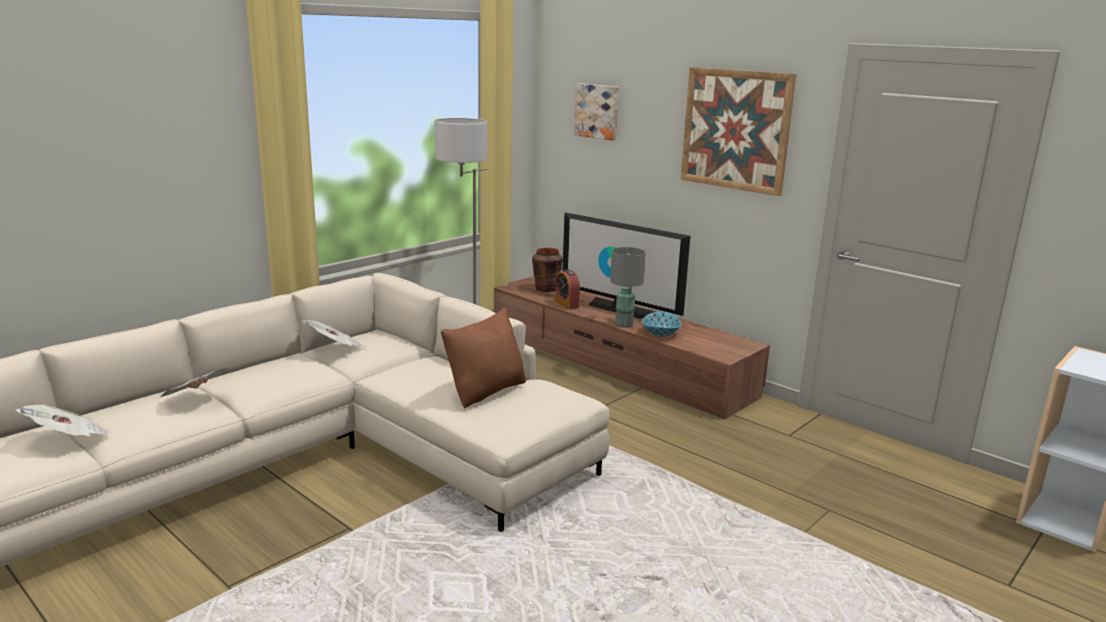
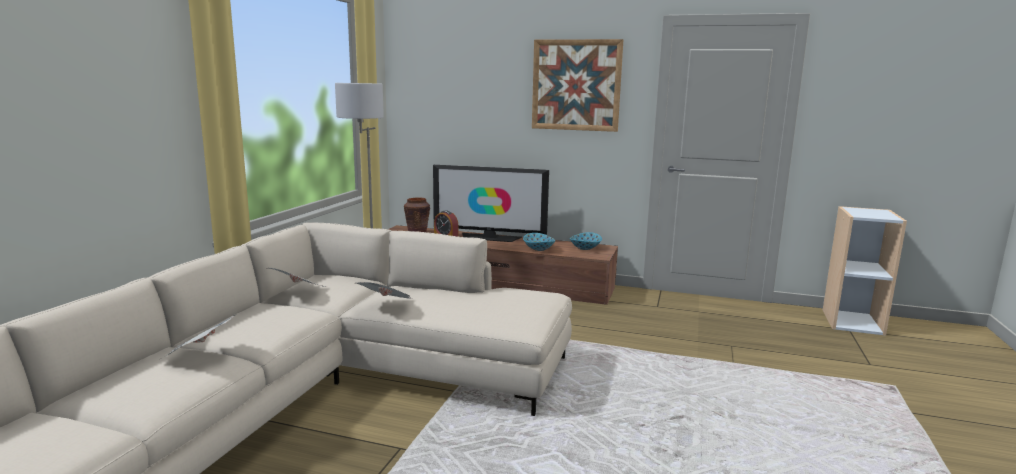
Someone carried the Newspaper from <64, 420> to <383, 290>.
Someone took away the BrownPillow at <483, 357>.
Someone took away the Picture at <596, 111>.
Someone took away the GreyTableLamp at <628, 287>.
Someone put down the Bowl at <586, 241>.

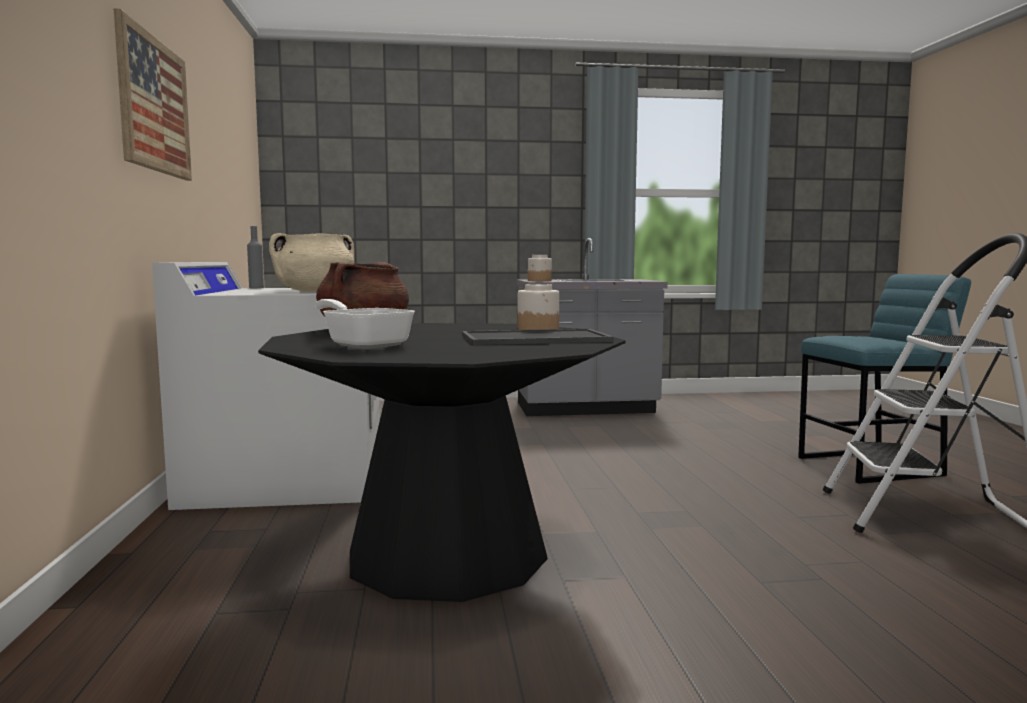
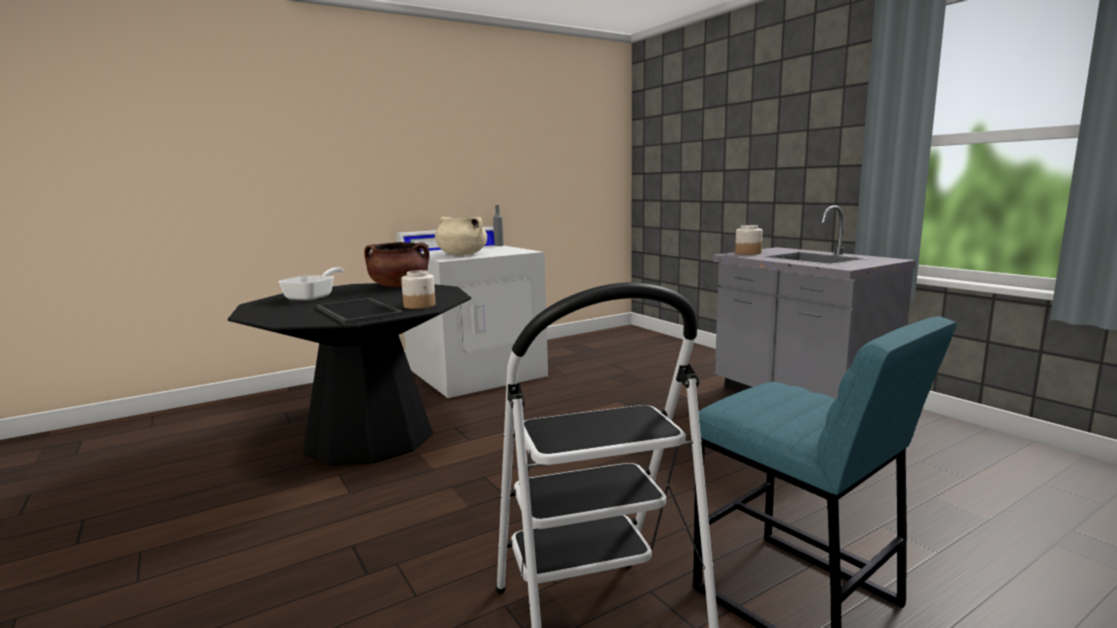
Someone took away the Picture at <153, 94>.

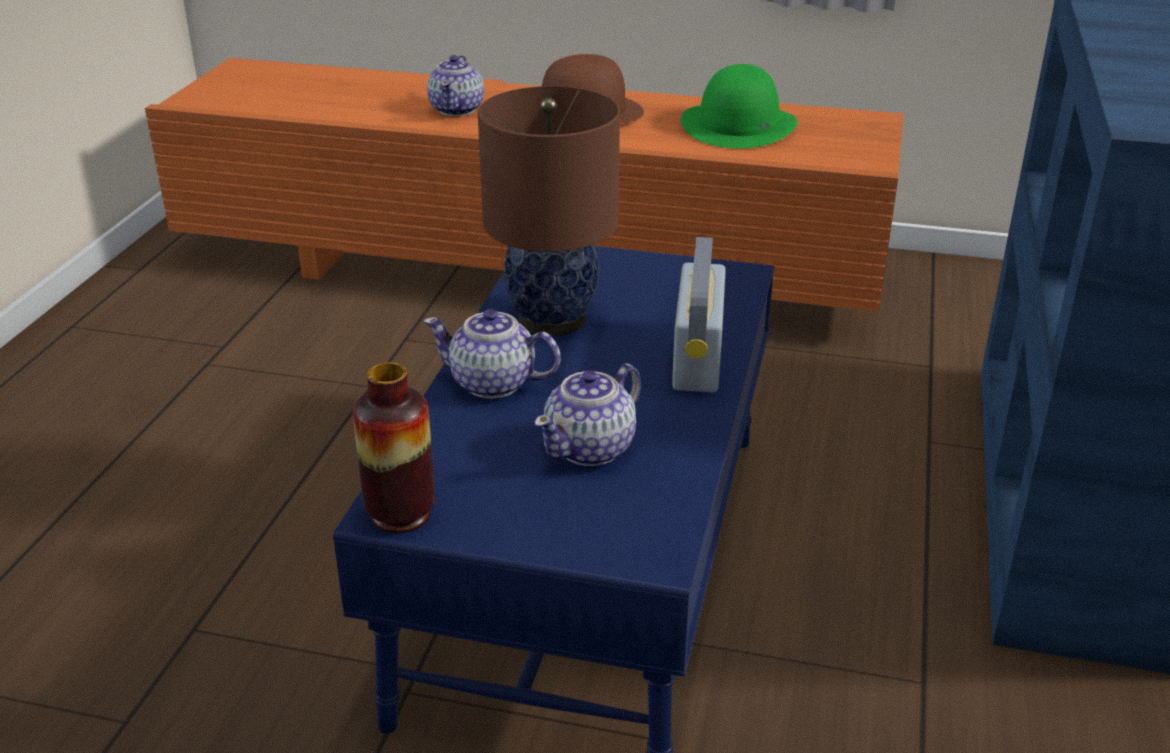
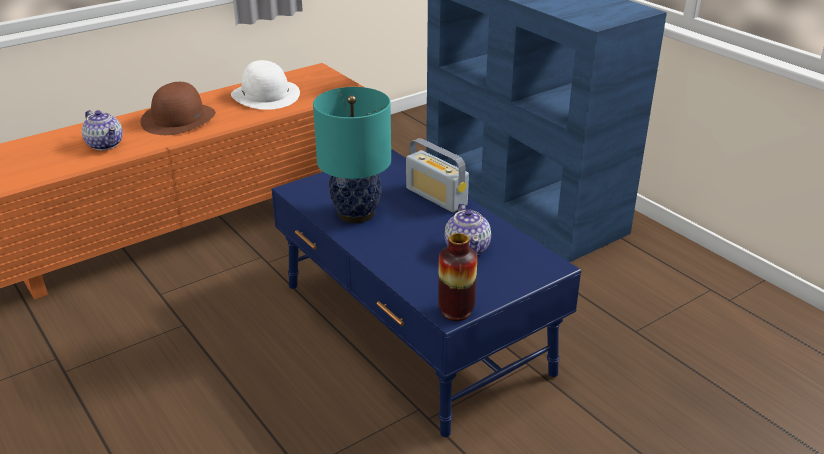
Someone took away the Teapot at <492, 354>.
Someone repainted the BrownTableLamp at <549, 211>, which became the TurquoiseTableLamp at <352, 155>.
Someone repainted the GreenHat at <739, 106>, which became the WhiteHat at <265, 85>.

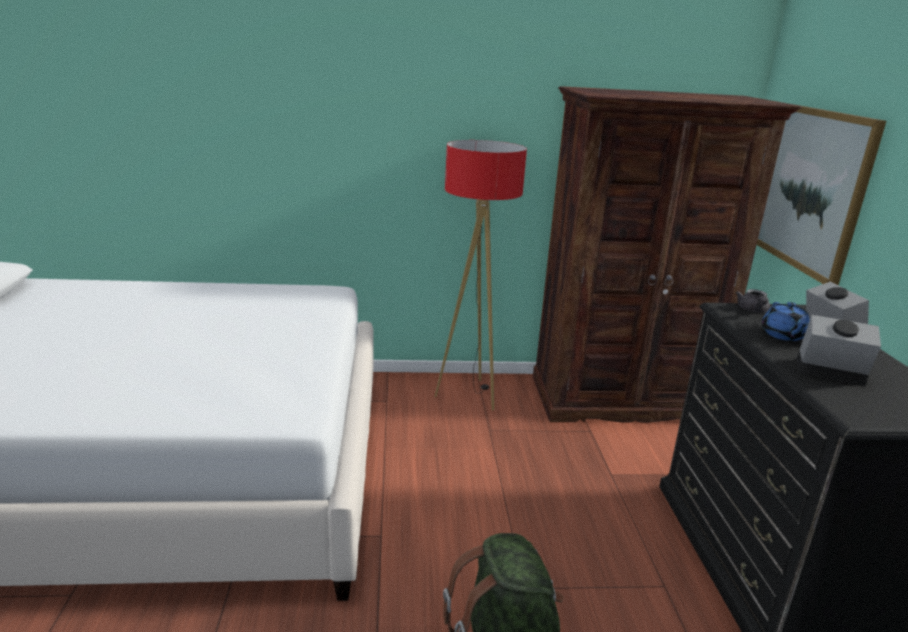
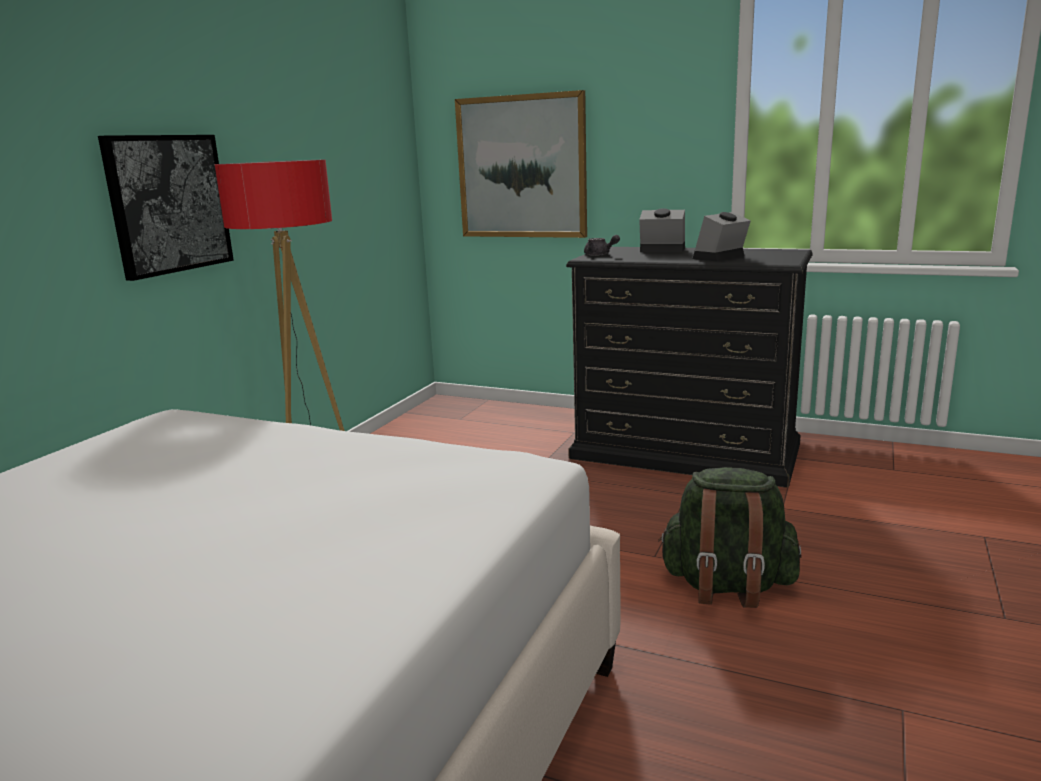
Someone took away the BrownWardrobe at <667, 254>.
Someone took away the BlueTeapot at <786, 321>.
Someone put up the Picture at <166, 208>.

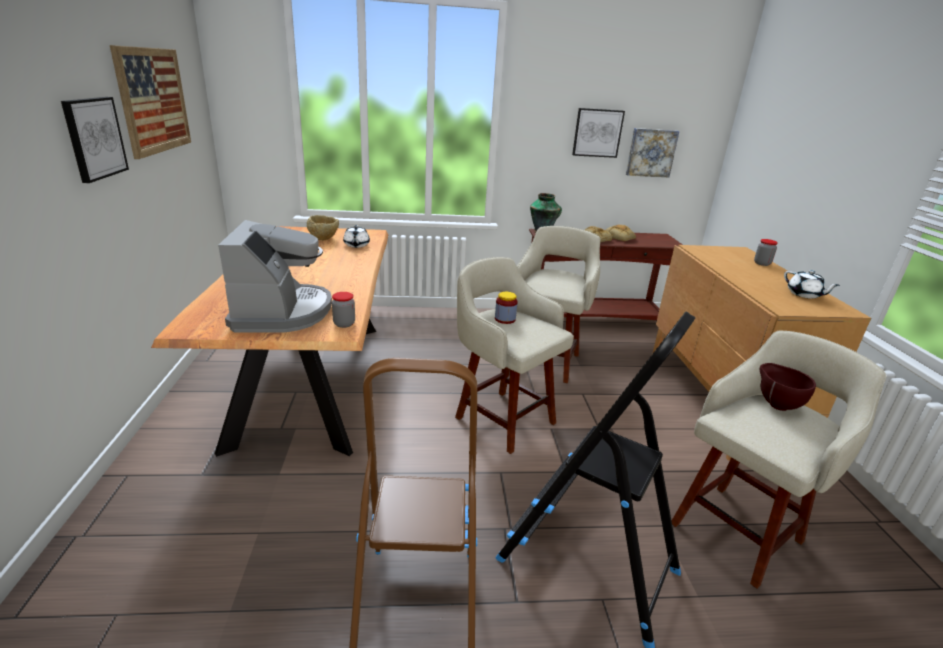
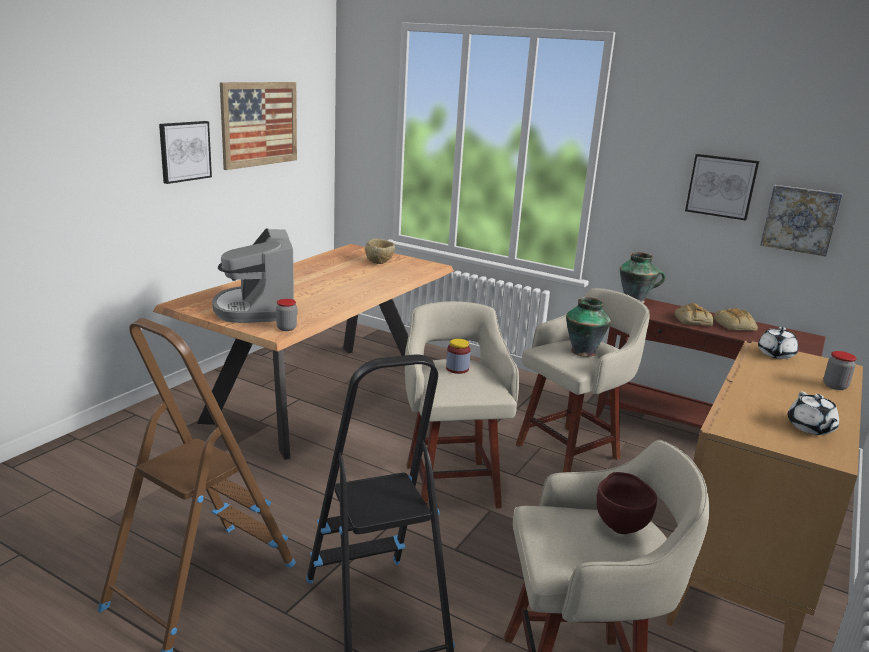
Someone rotated the CoffeeMachine at <275, 276> by 135 degrees clockwise.
Someone carried the WhiteTeapot from <356, 236> to <778, 343>.
Someone put down the Vase at <588, 327>.

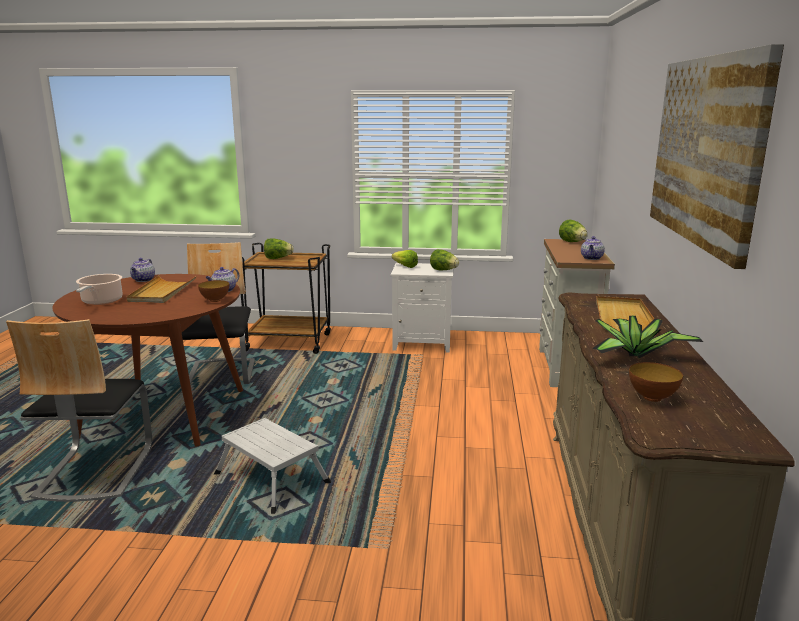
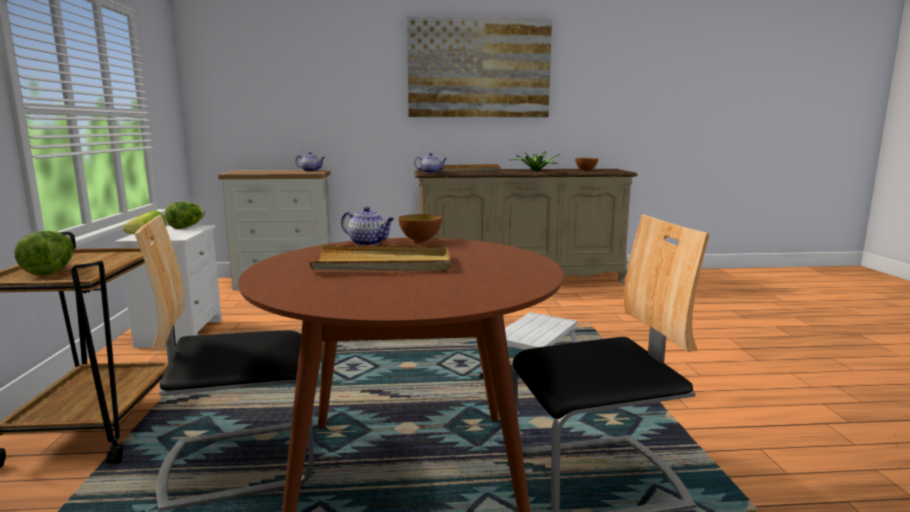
Someone took away the CookingPot at <99, 289>.
Someone carried the Teapot from <142, 270> to <430, 163>.
Someone took away the Lettuce at <573, 231>.

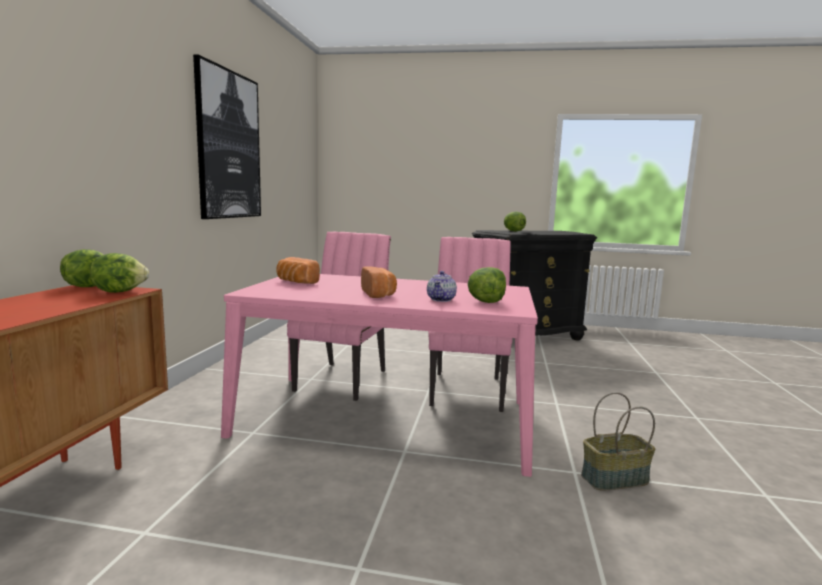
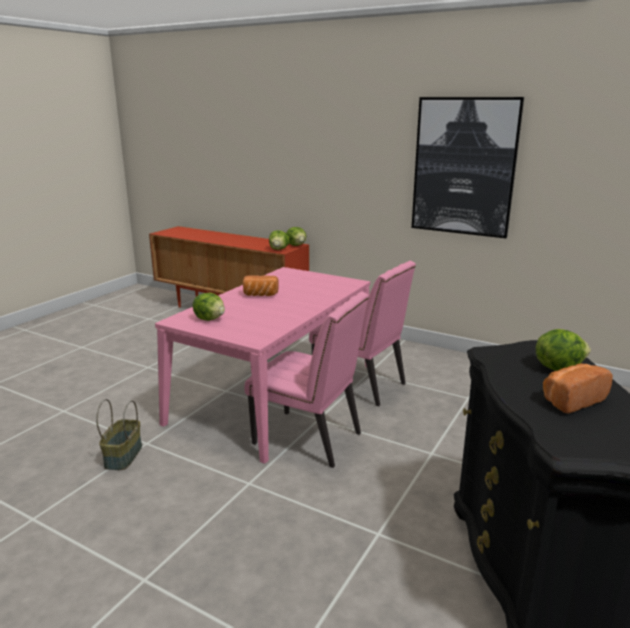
Someone carried the Bread from <298, 270> to <578, 389>.
Someone took away the Teapot at <442, 286>.

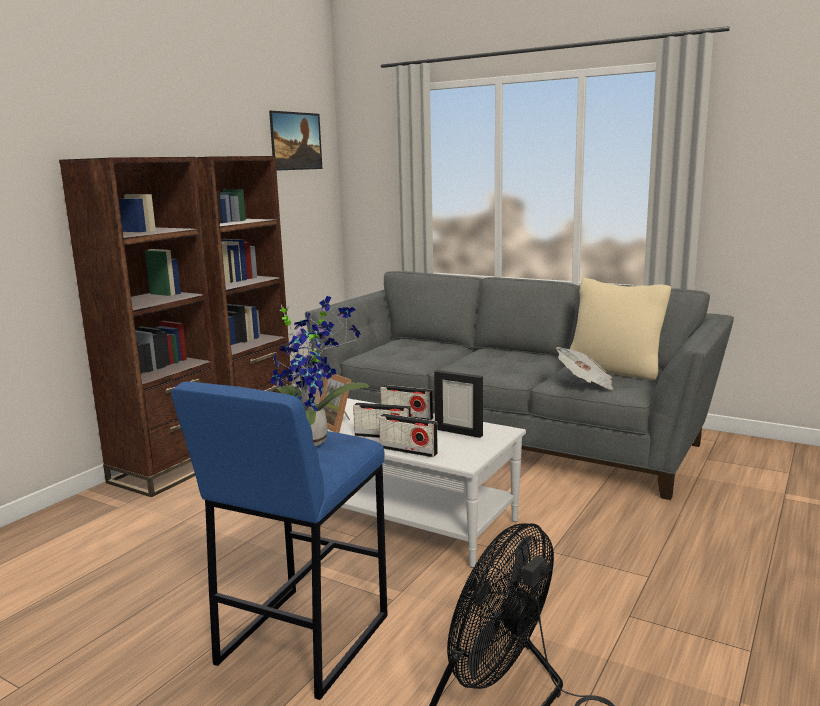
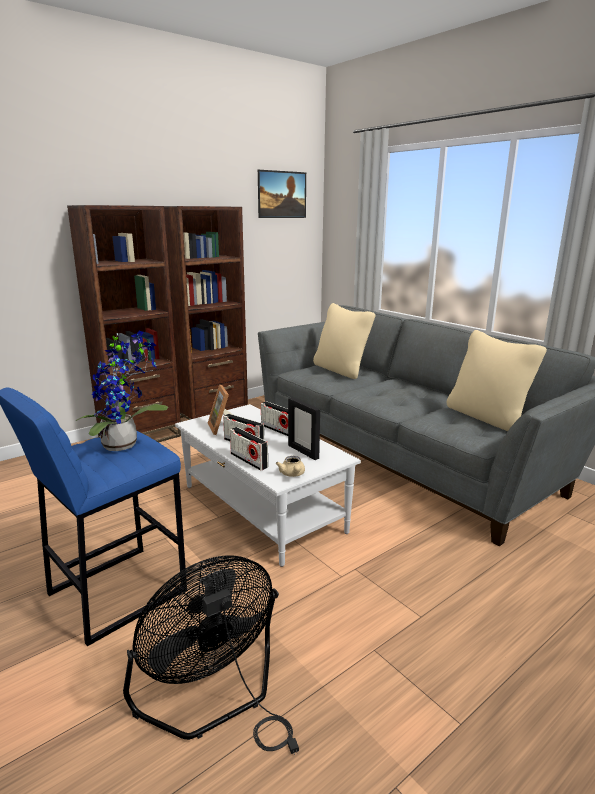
Someone took away the Newspaper at <584, 368>.
Someone put down the BeigeTeapot at <290, 466>.
Someone put down the BeigePillow at <344, 341>.

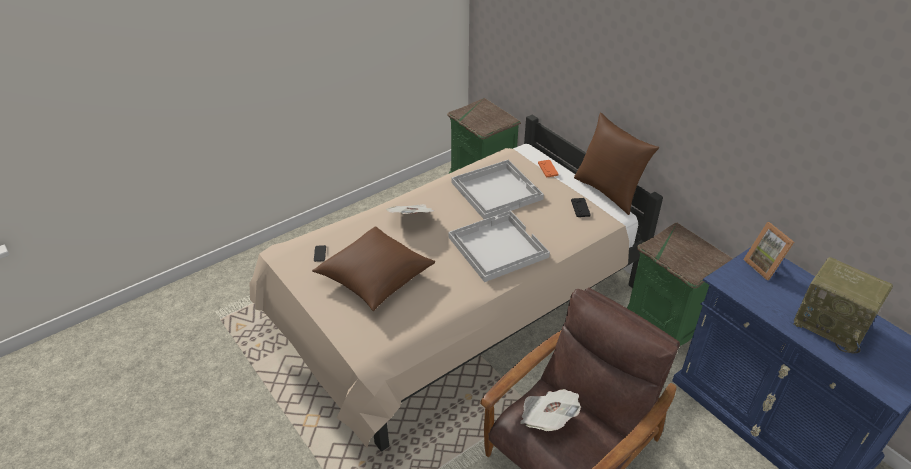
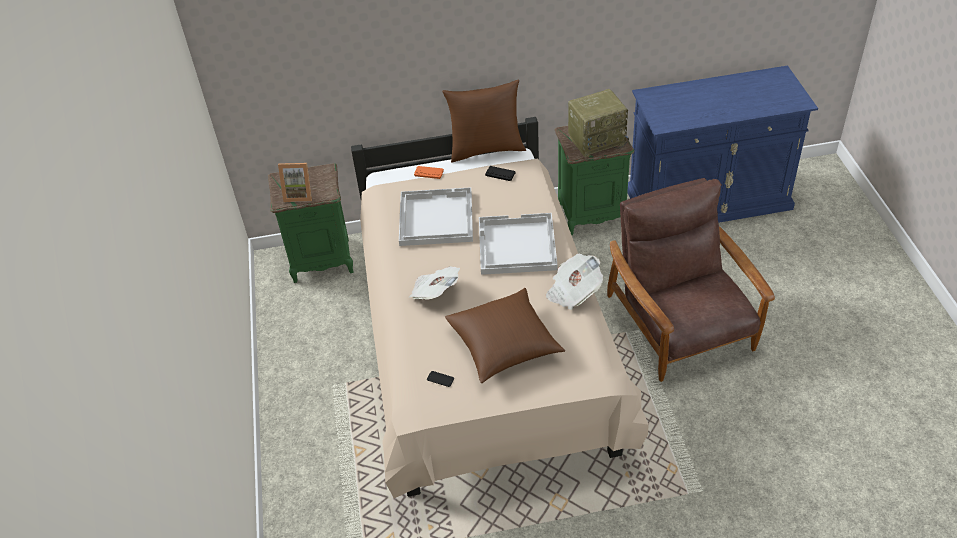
Someone carried the Newspaper from <550, 410> to <574, 281>.
Someone carried the PictureFrame from <768, 251> to <295, 182>.
Someone carried the Radio from <843, 305> to <598, 123>.

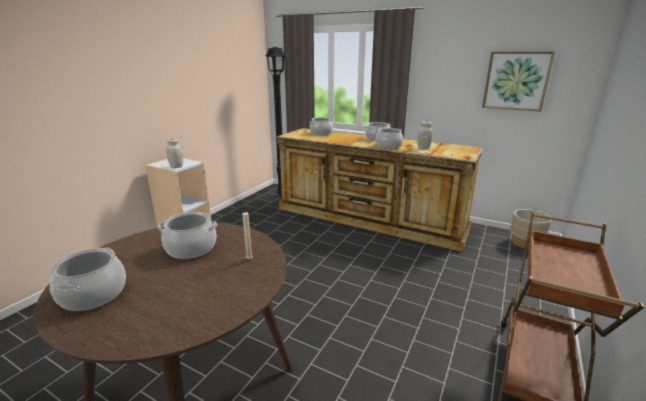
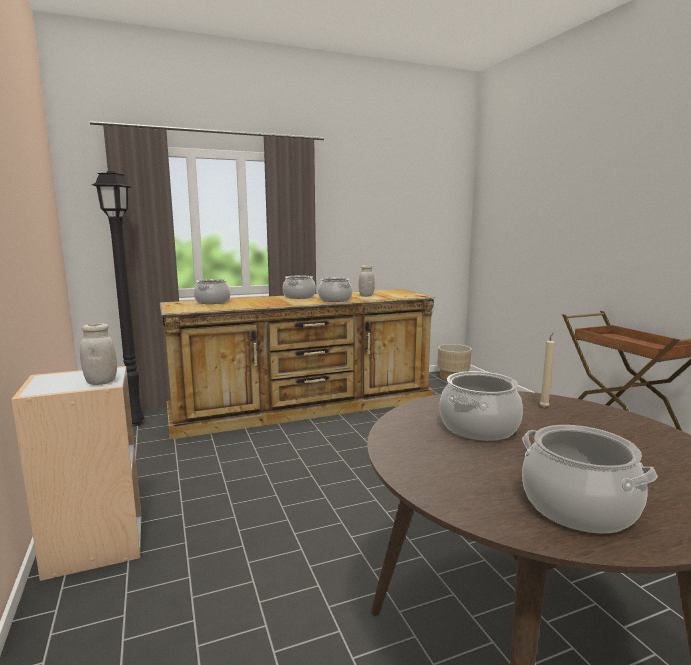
Someone took away the Picture at <518, 82>.

